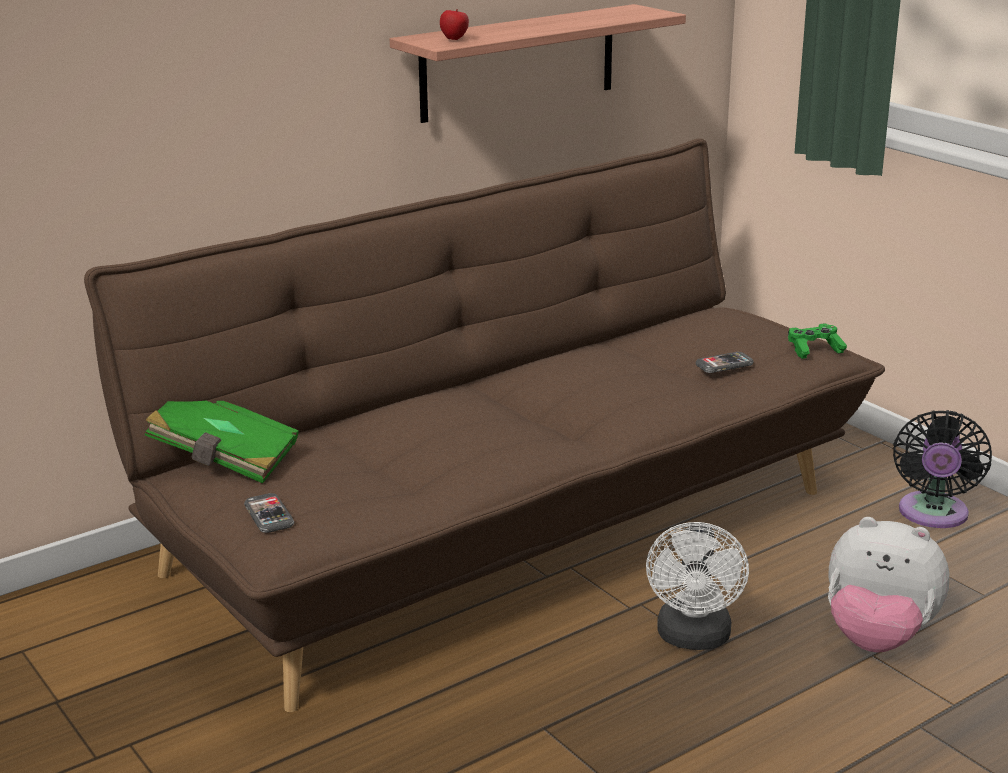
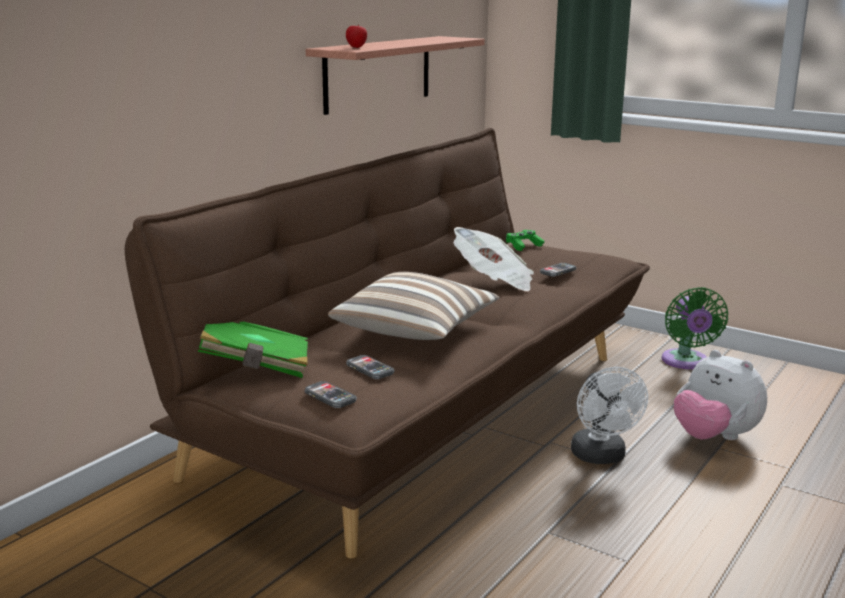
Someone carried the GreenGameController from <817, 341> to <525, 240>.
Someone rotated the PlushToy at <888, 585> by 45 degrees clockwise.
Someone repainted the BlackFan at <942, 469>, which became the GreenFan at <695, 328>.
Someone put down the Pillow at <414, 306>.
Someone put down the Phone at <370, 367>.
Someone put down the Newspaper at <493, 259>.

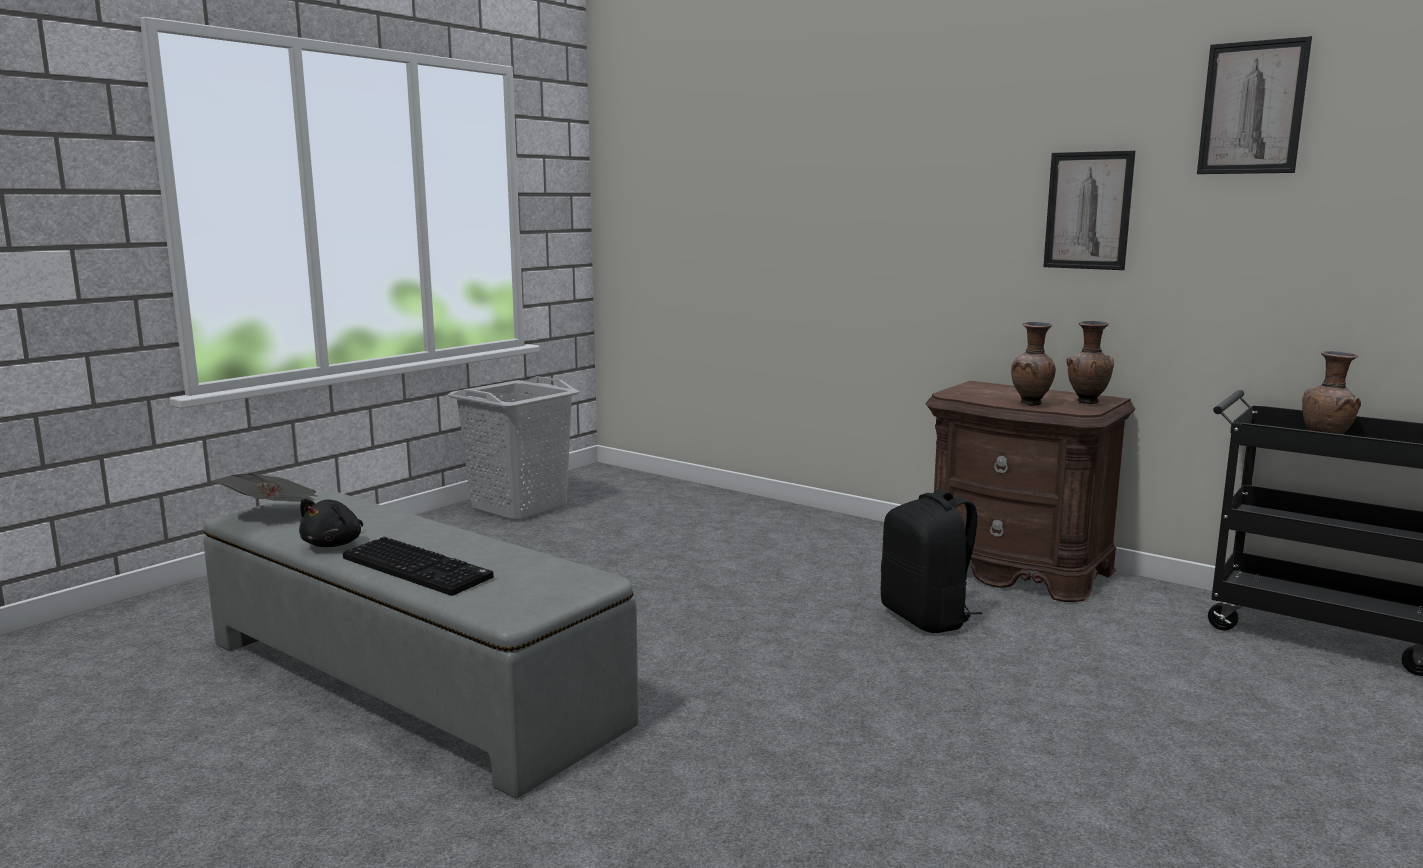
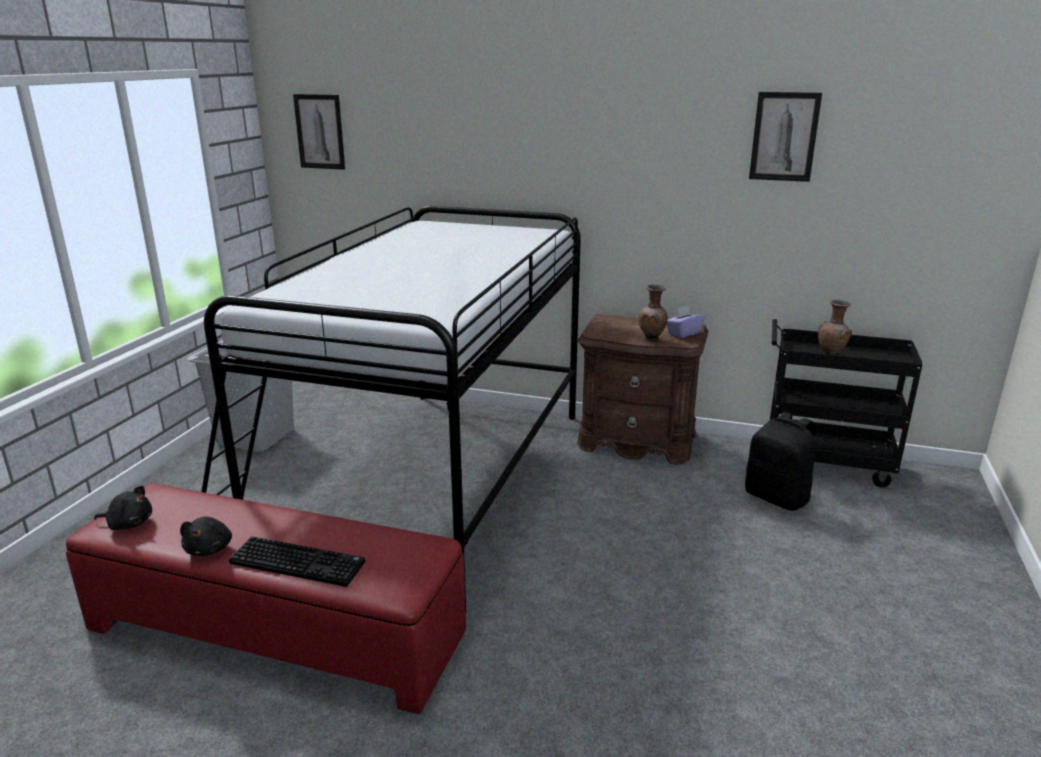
Someone repainted the GreyBench at <421, 644>, which became the RedBench at <266, 598>.
Someone swapped the Newspaper at <264, 488> for the BlackPlushToy at <123, 508>.
Someone carried the BlackBackpack from <932, 561> to <780, 461>.
Someone carried the Picture from <1089, 210> to <319, 132>.
Someone swapped the BrownVase at <1090, 362> for the PurpleTissueBox at <685, 322>.
Someone put down the BlackBed at <391, 409>.

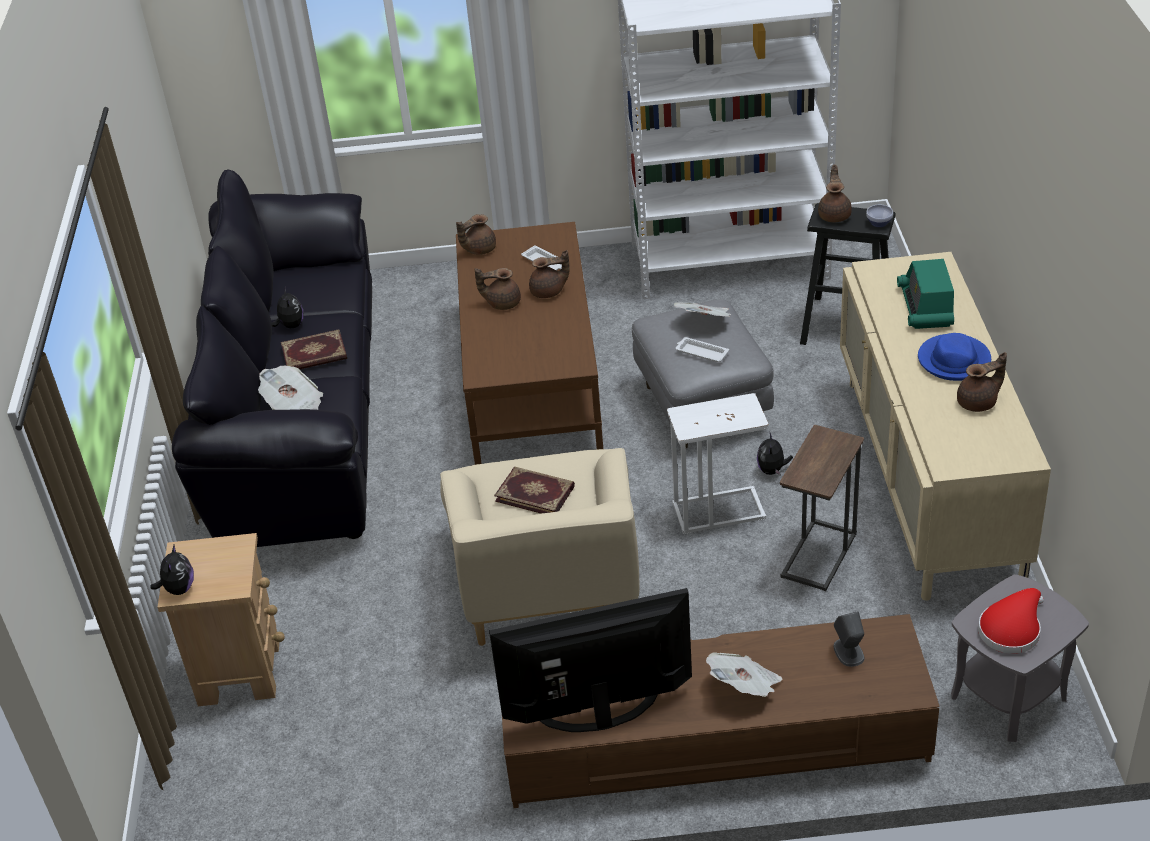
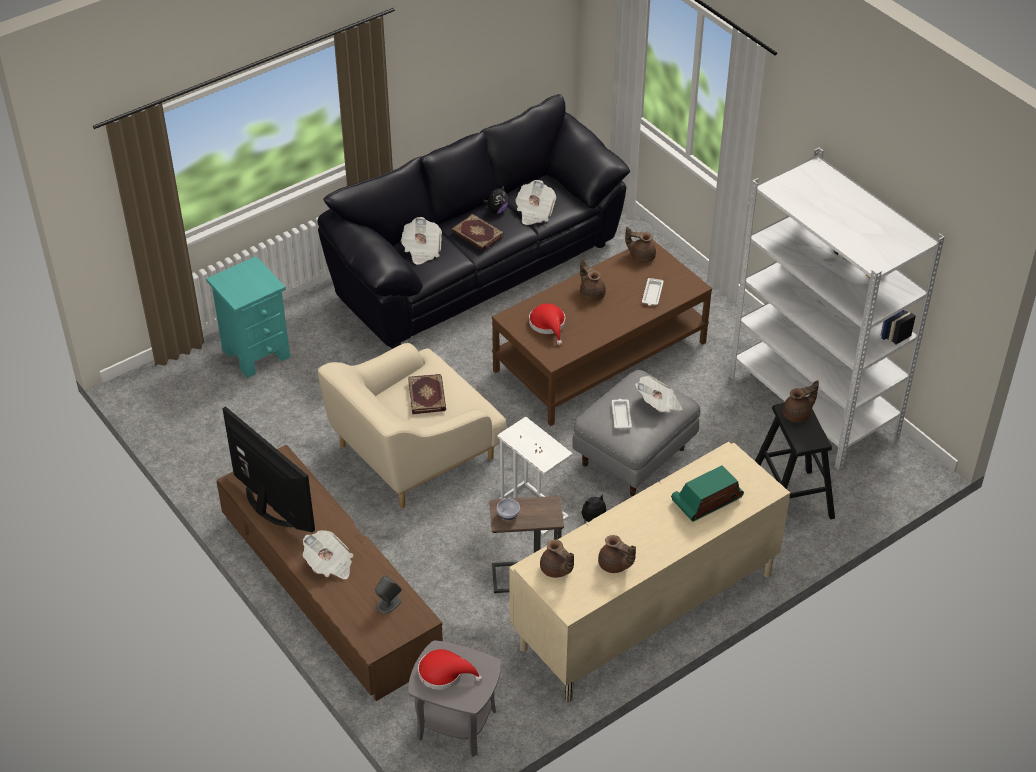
Someone took away the PlushToy at <172, 570>.
Someone repainted the BeigeNightstand at <221, 619>, which became the TurquoiseNightstand at <248, 317>.
Someone carried the BrownTeapot from <549, 274> to <557, 558>.
Someone carried the Bowl from <879, 216> to <508, 509>.
Someone took away the BlueHat at <954, 357>.
Someone put down the Newspaper at <535, 202>.
Someone put down the RedHat at <547, 324>.

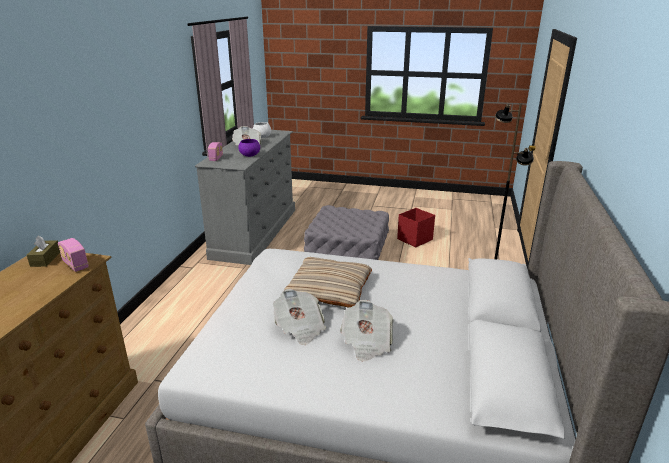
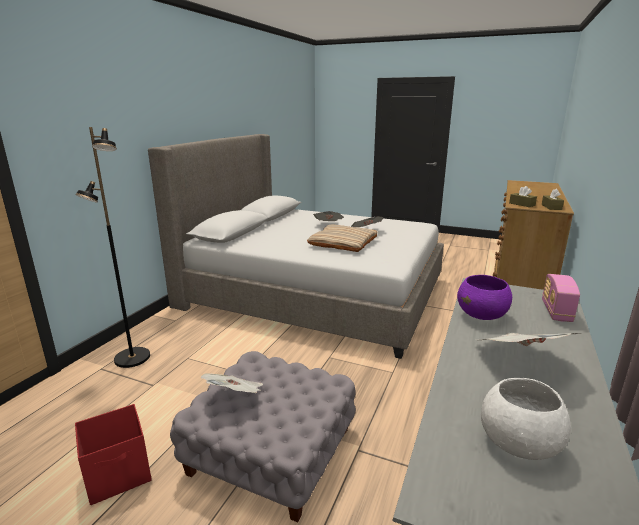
Someone swapped the Radio at <73, 255> for the BrownTissueBox at <523, 196>.
Someone put down the Newspaper at <232, 383>.

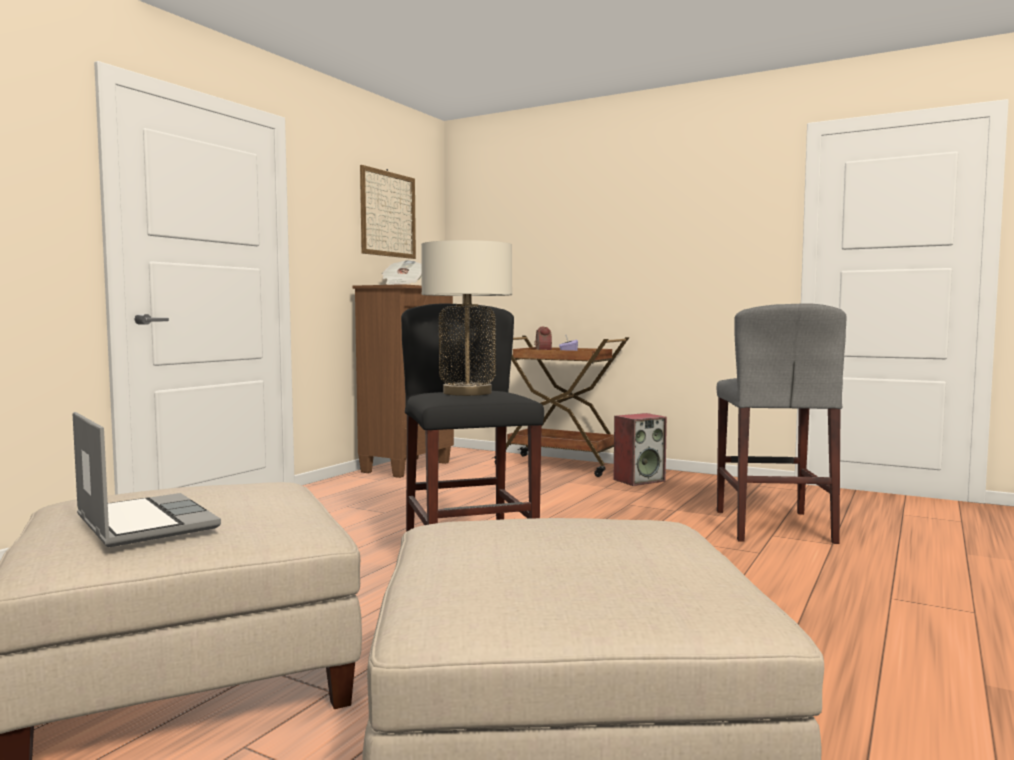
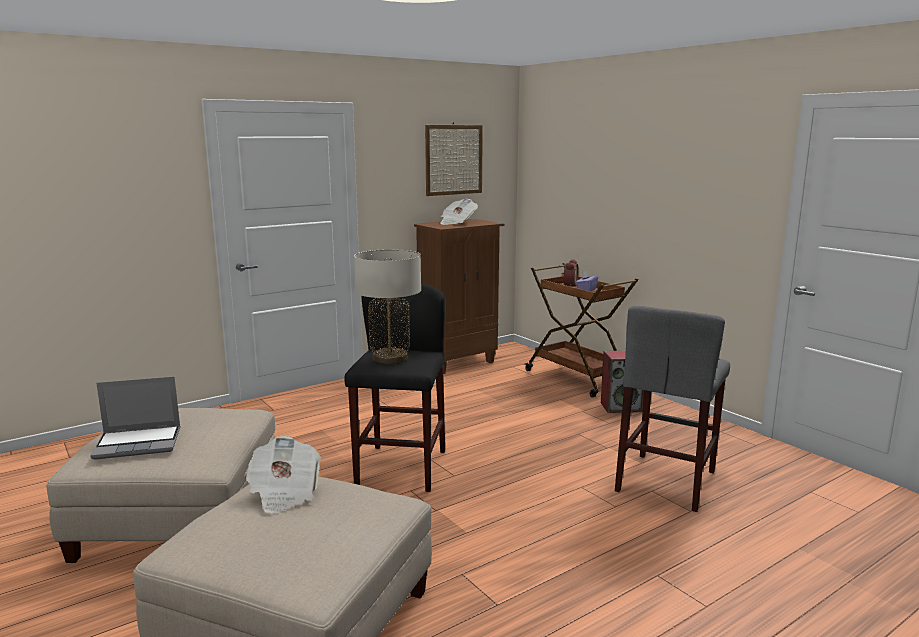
Someone rotated the Laptop at <147, 480> by 90 degrees clockwise.
Someone put down the Newspaper at <283, 475>.

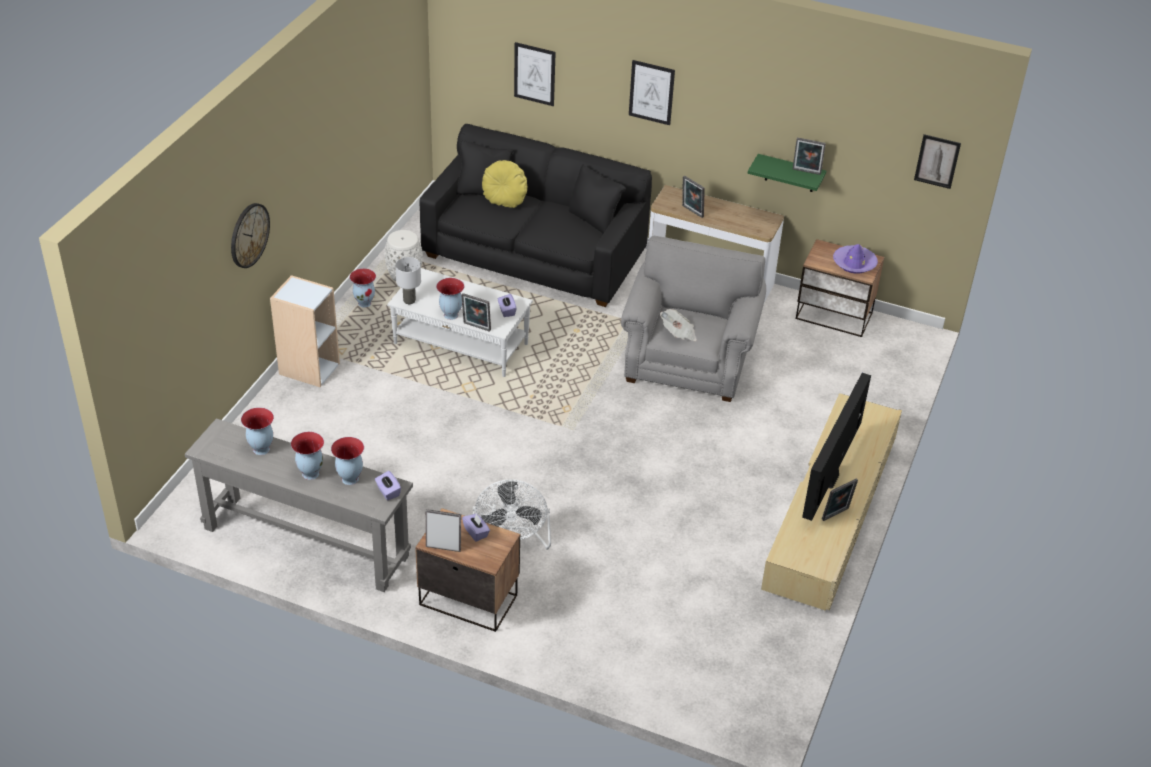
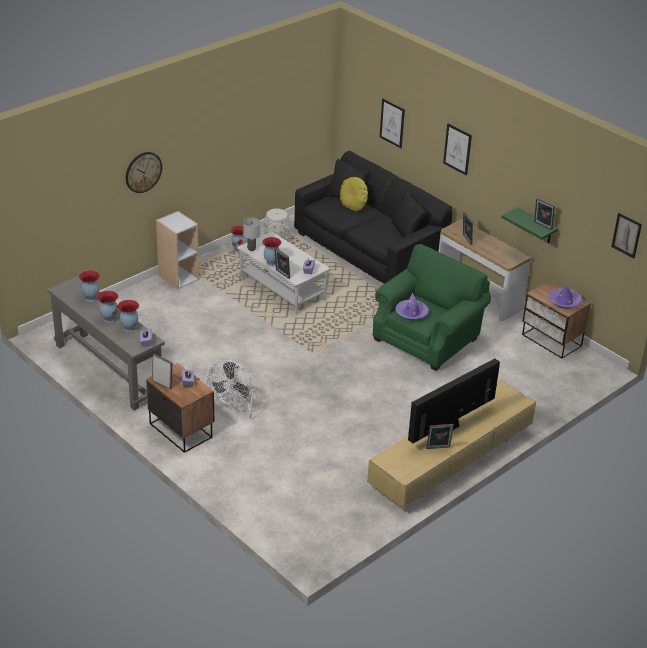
Someone repainted the GreyArmchair at <693, 319>, which became the GreenArmchair at <432, 307>.
Someone swapped the Newspaper at <678, 325> for the PurpleHat at <412, 306>.

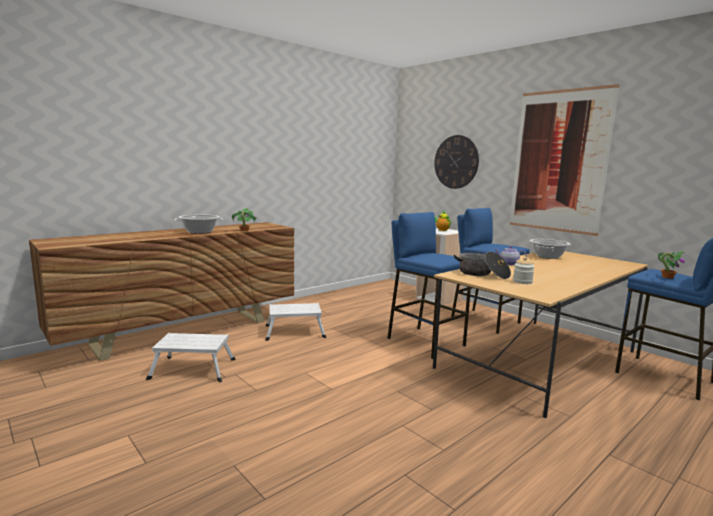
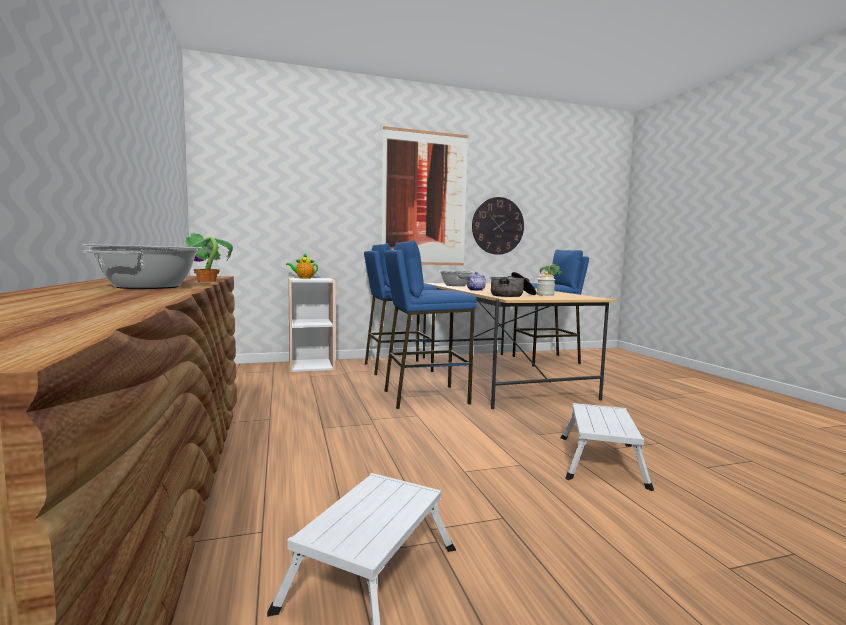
Someone carried the WhiteStepLadder from <296, 322> to <607, 447>.
Someone carried the WallClock from <456, 162> to <498, 226>.

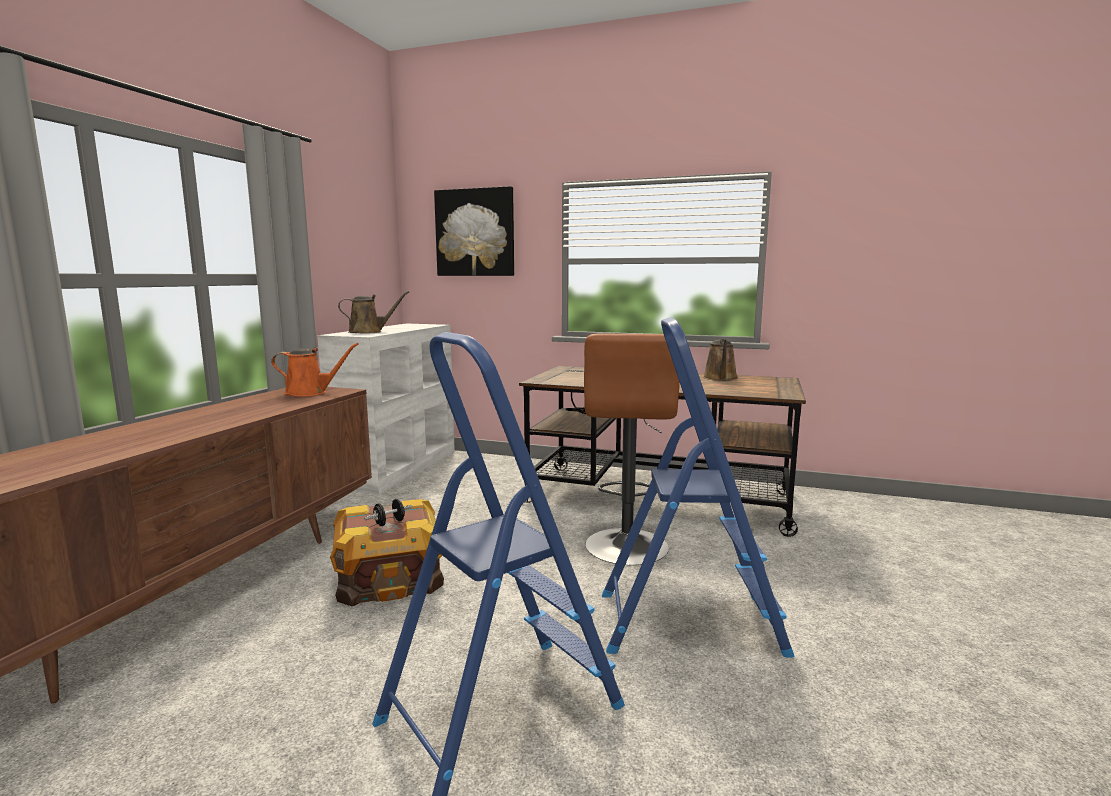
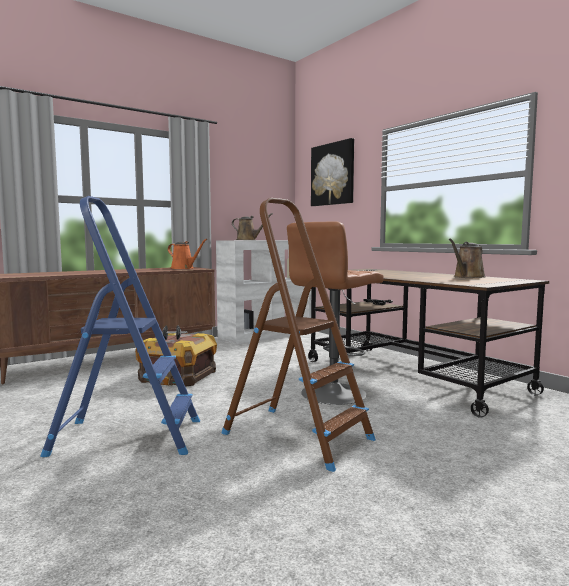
Someone repainted the BlueStepLadder at <698, 487>, which became the BrownStepLadder at <298, 335>.

